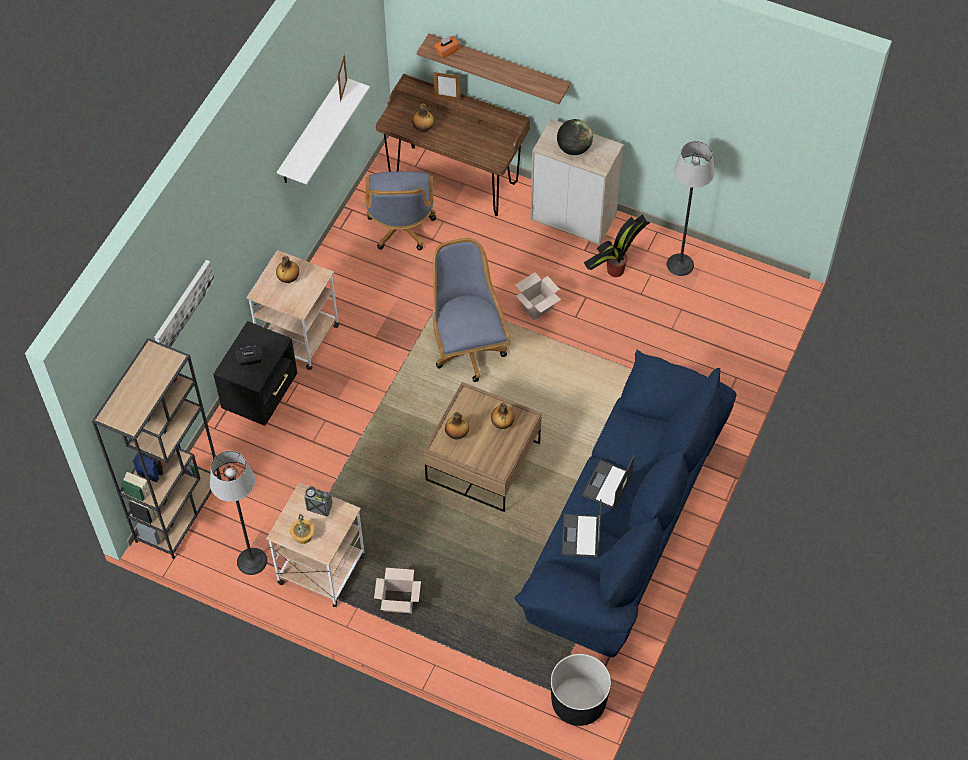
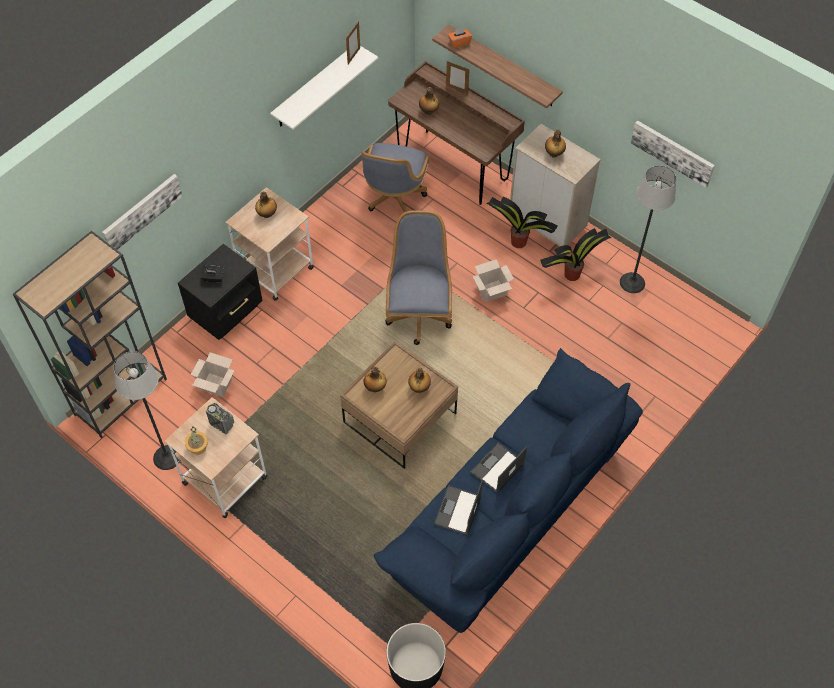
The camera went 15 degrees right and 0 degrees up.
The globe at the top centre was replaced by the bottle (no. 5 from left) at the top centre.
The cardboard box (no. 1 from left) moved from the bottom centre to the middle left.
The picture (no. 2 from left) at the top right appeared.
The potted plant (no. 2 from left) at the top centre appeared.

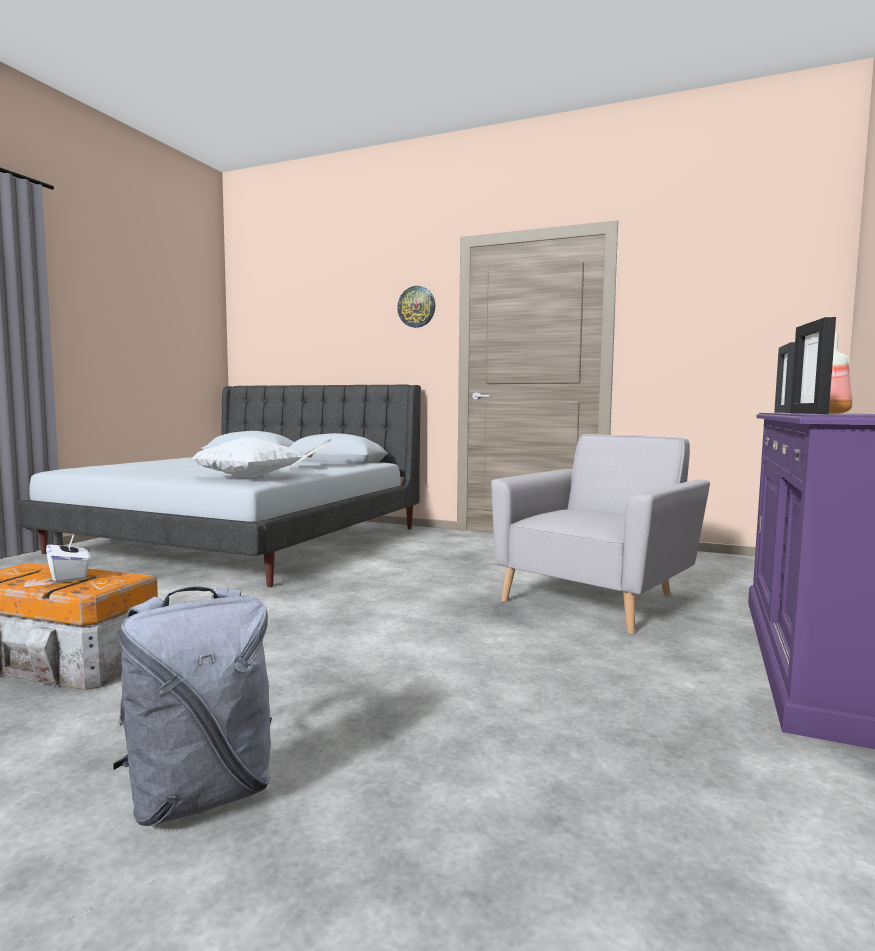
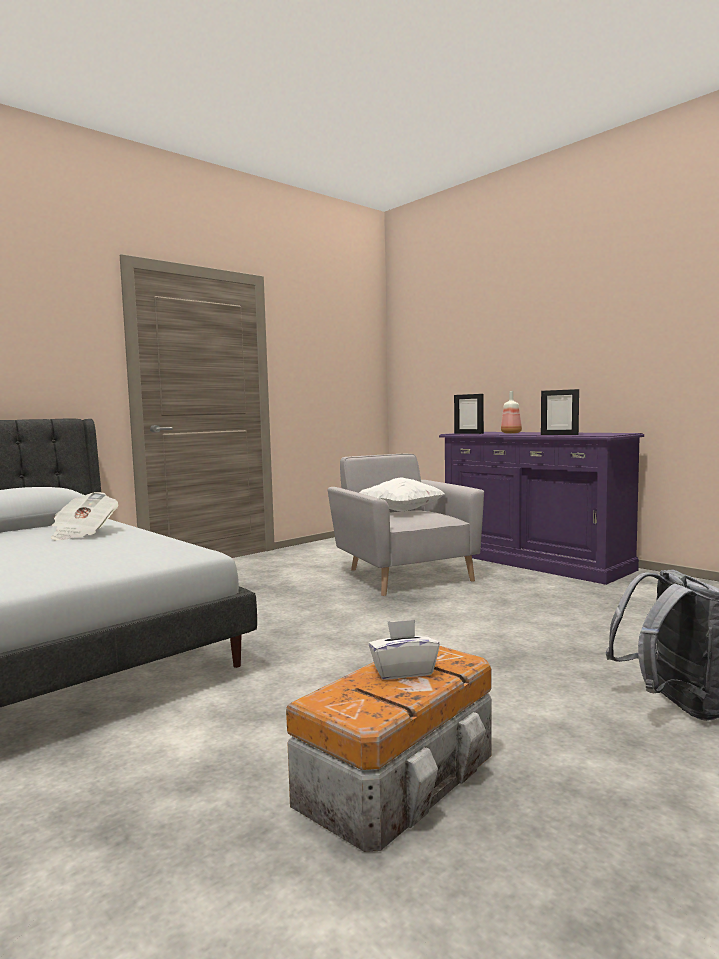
The camera went 65 degrees left and 0 degrees up.
The wall clock at the top centre disappeared.
The white pillow moved from the middle left to the centre.

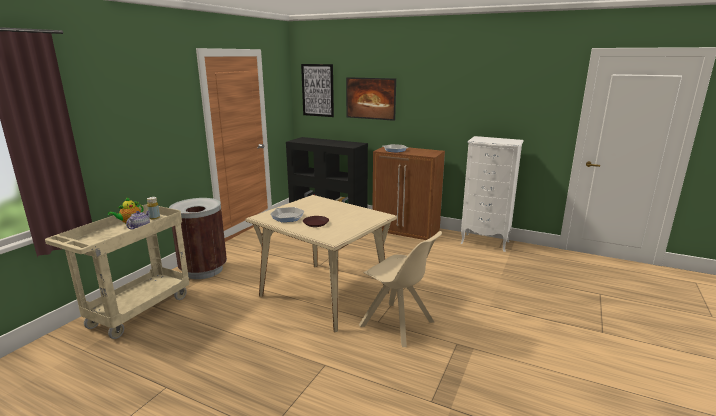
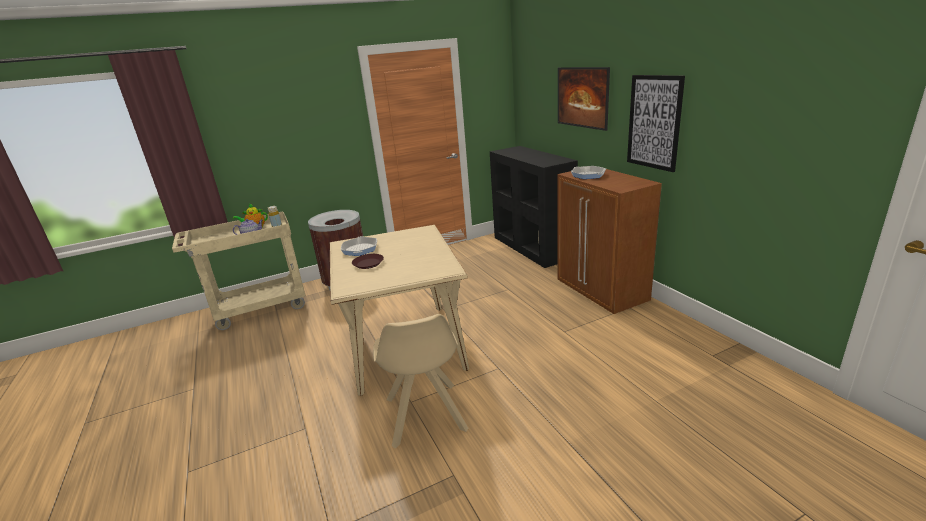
The camera went 40 degrees right and 5 degrees up.
The picture (no. 1 from left in the first image) moved from the top centre to the top right.
The white dresser at the middle right disappeared.

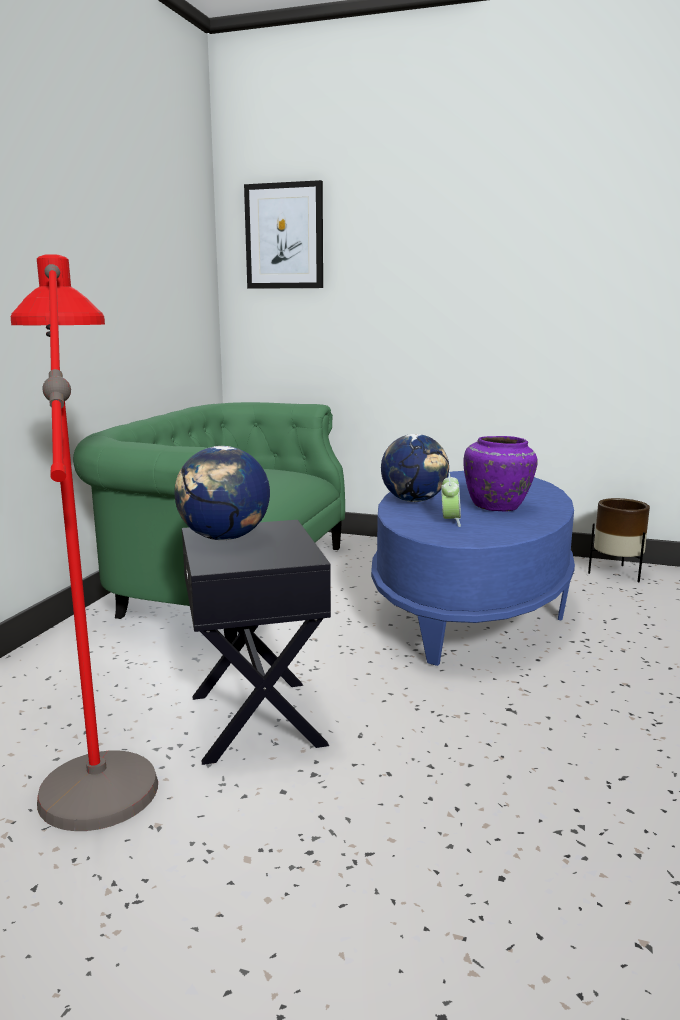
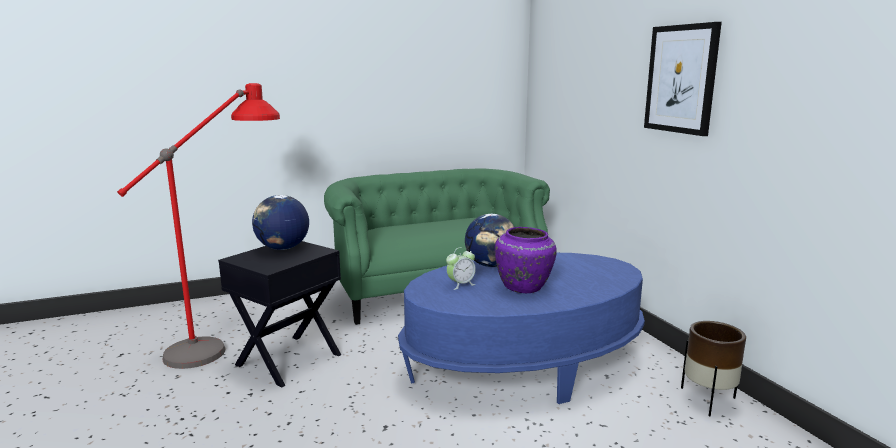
The camera went 50 degrees right and 0 degrees up.
The picture moved from the top centre to the top right.

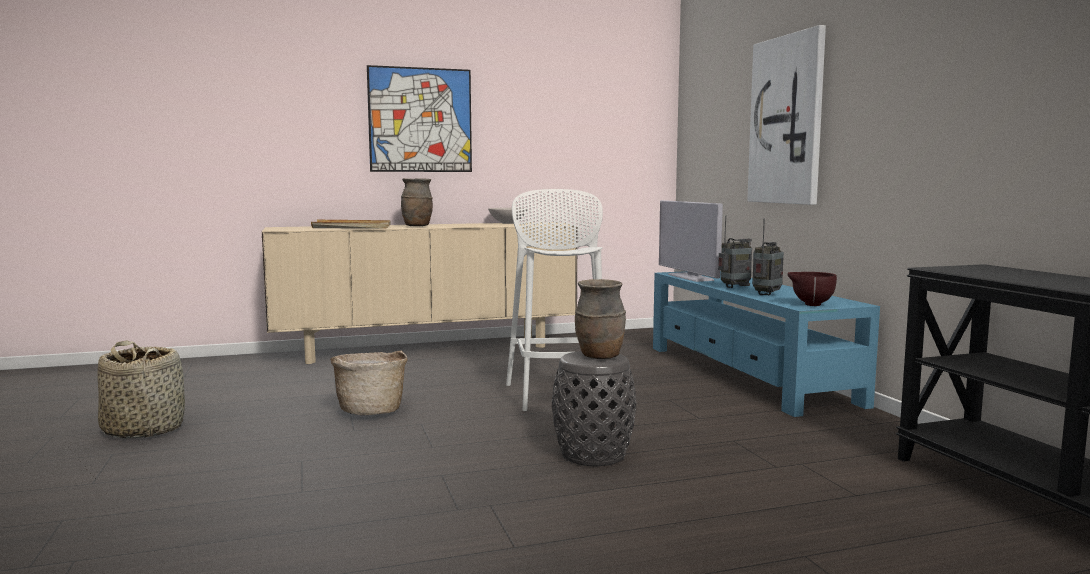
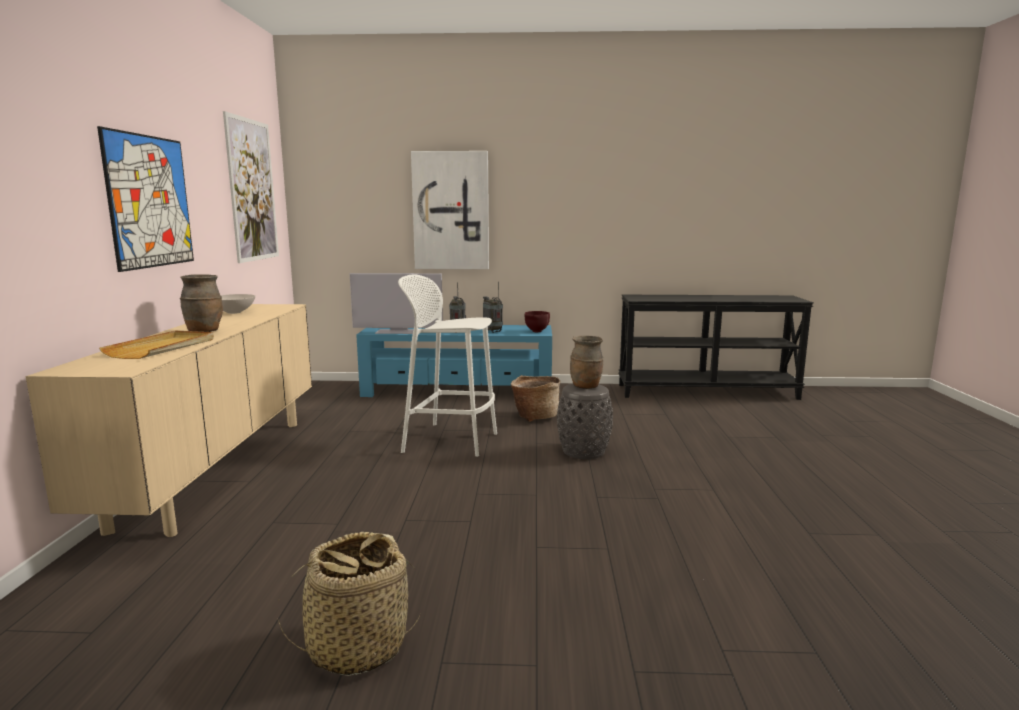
The camera went 70 degrees left and 5 degrees up.
The basket (no. 2 from left) moved from the bottom centre to the centre.
The picture (no. 2 from left) at the top left appeared.

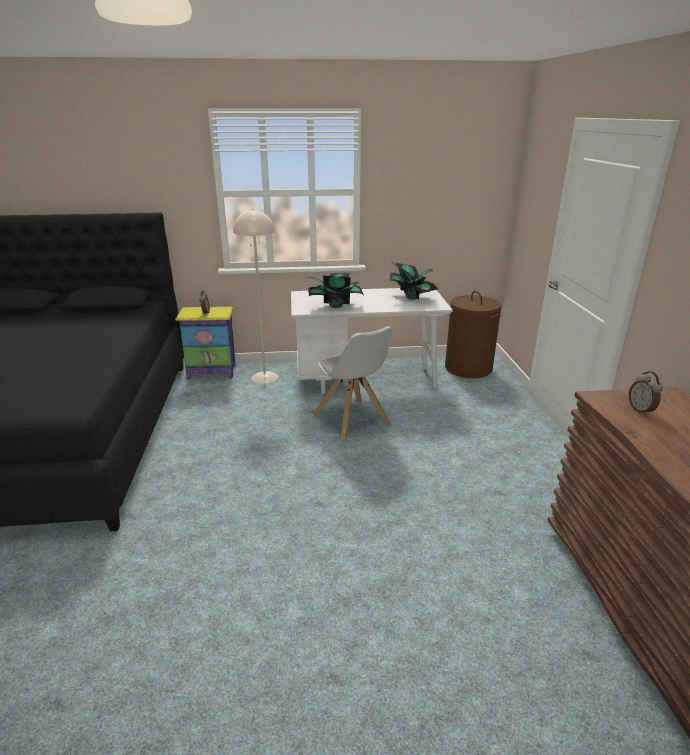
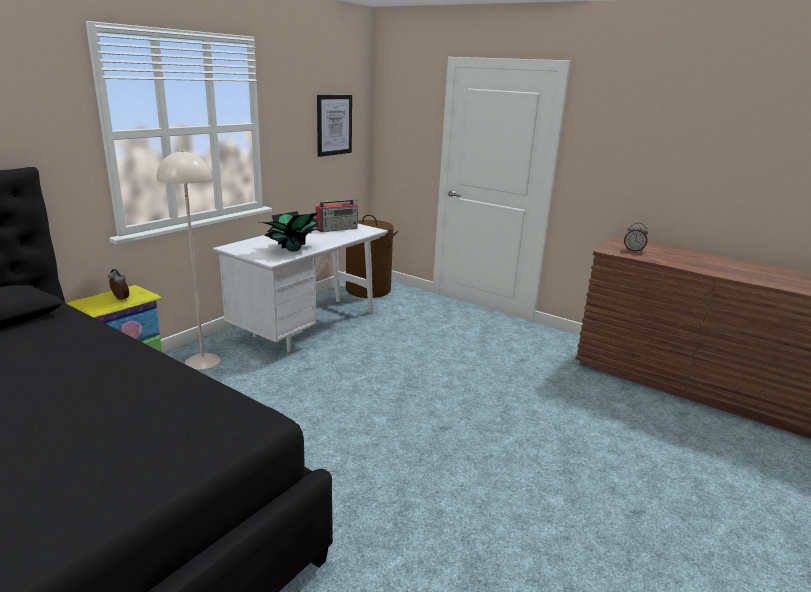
The camera went 50 degrees left and 5 degrees down.
The potted plant (no. 2 from left) at the centre was replaced by the radio at the centre.
The chair at the centre disappeared.
The picture at the top centre appeared.

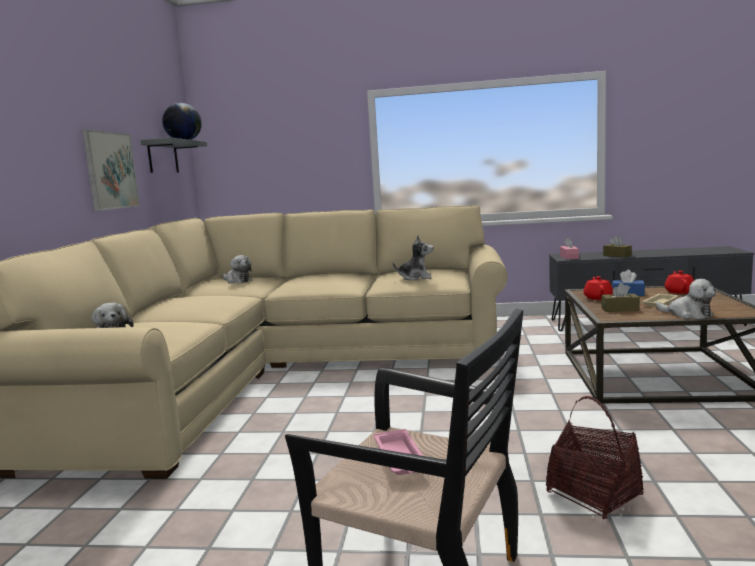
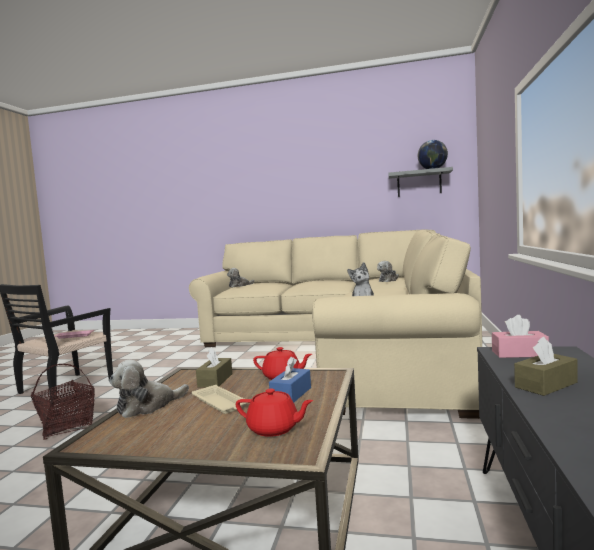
The camera went 95 degrees right and 5 degrees down.
The picture at the top left disappeared.

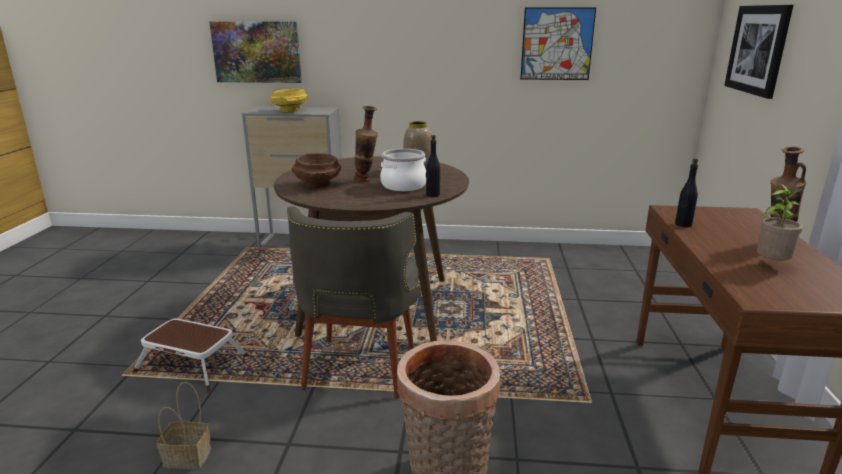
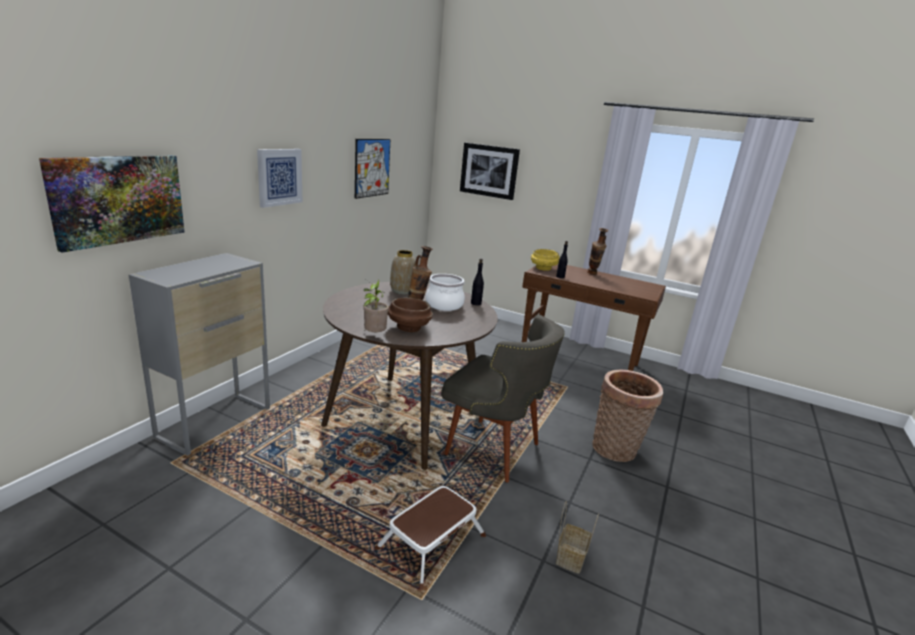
The camera went 70 degrees left and 0 degrees up.
The yellow bowl moved from the top centre to the centre.
The potted plant moved from the middle right to the centre.
The picture (no. 2 from left) at the top left appeared.

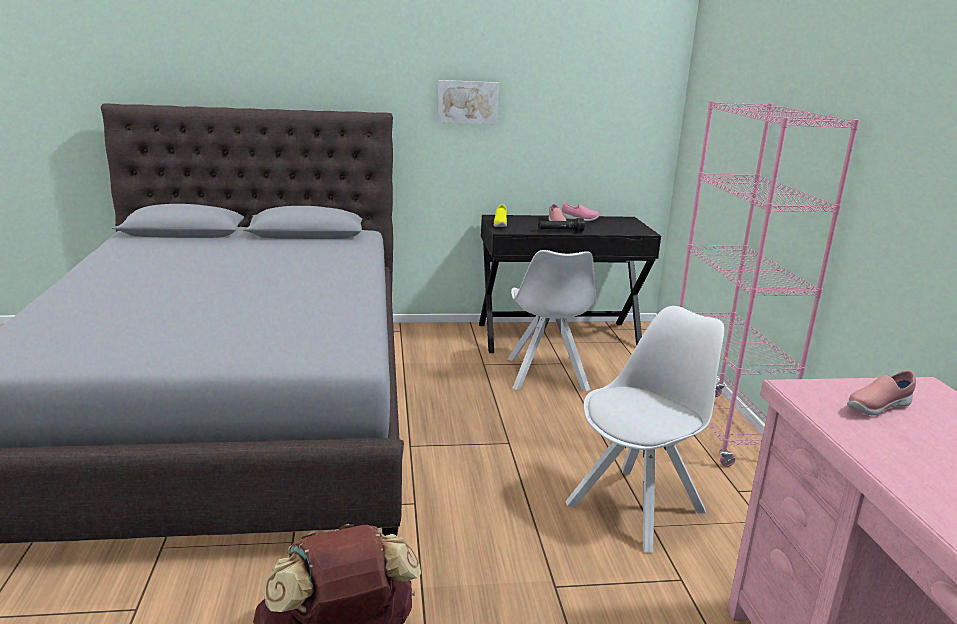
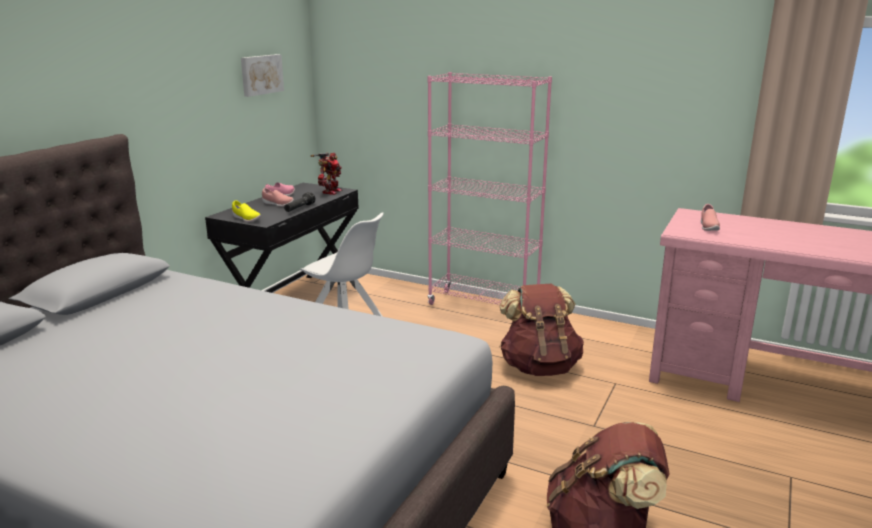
The camera went 55 degrees left and 0 degrees up.
The picture moved from the top centre to the top left.
The white chair (no. 2 from left) at the bottom right was replaced by the brown backpack (no. 1 from left) at the centre.
The toy robot at the top centre appeared.

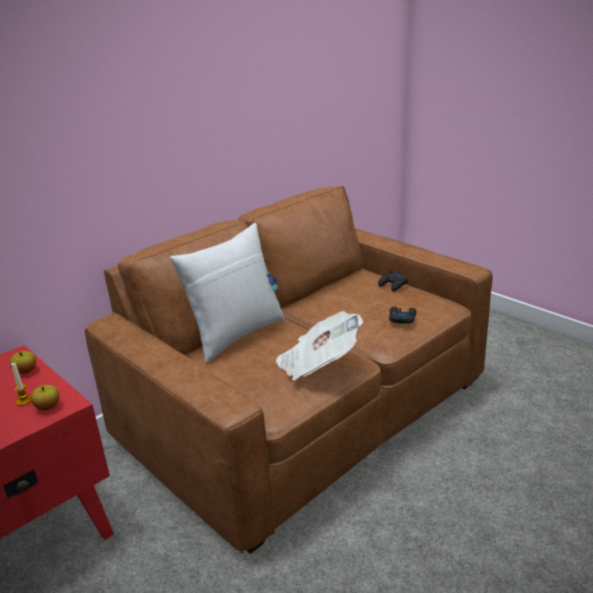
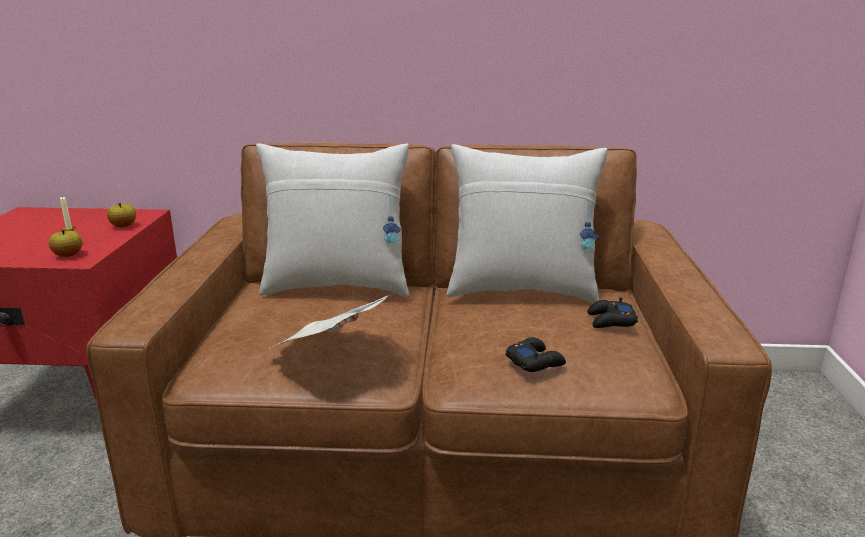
The camera went 45 degrees right and 5 degrees down.
The grey pillow (no. 2 from left) at the centre appeared.

